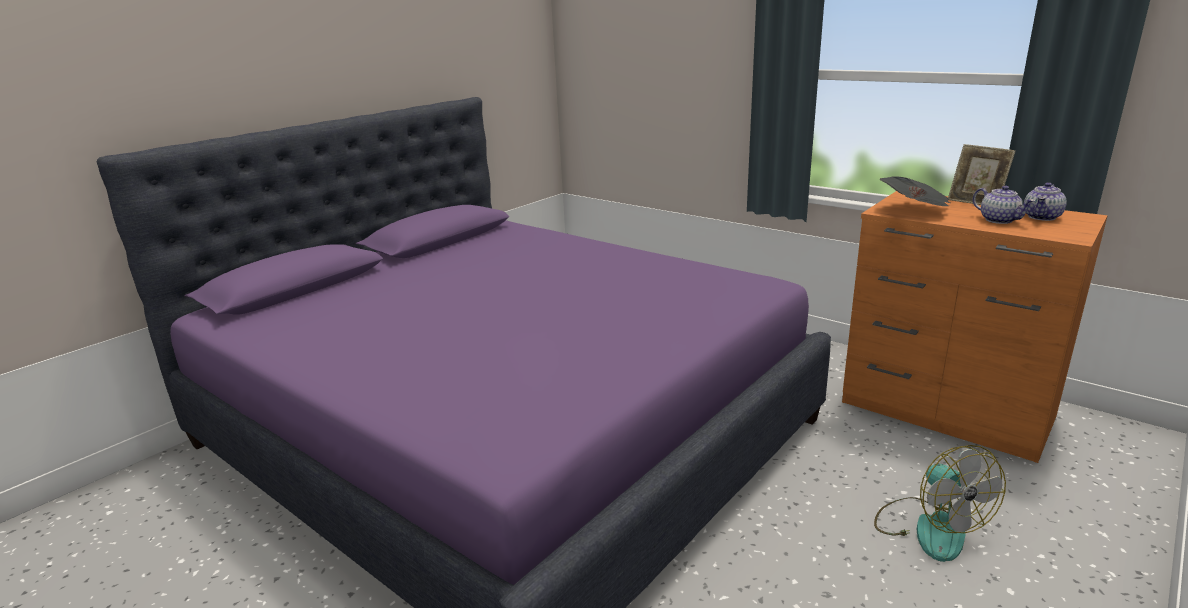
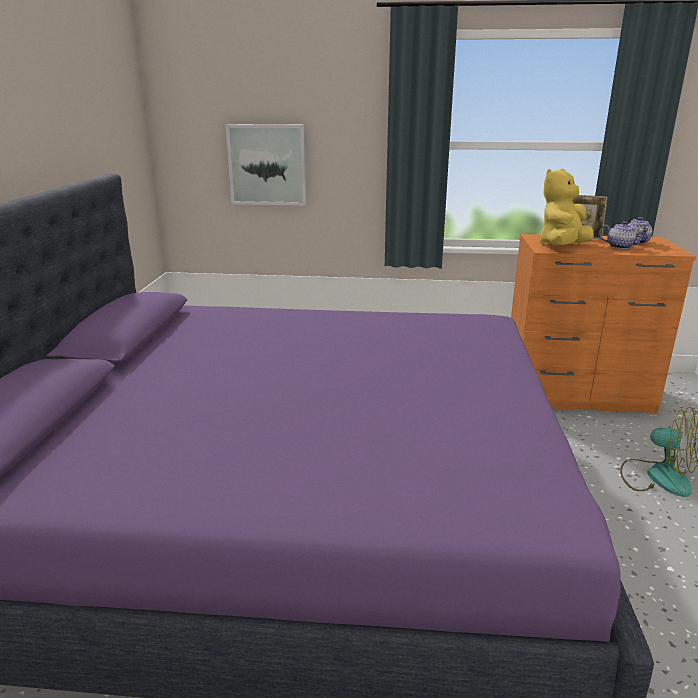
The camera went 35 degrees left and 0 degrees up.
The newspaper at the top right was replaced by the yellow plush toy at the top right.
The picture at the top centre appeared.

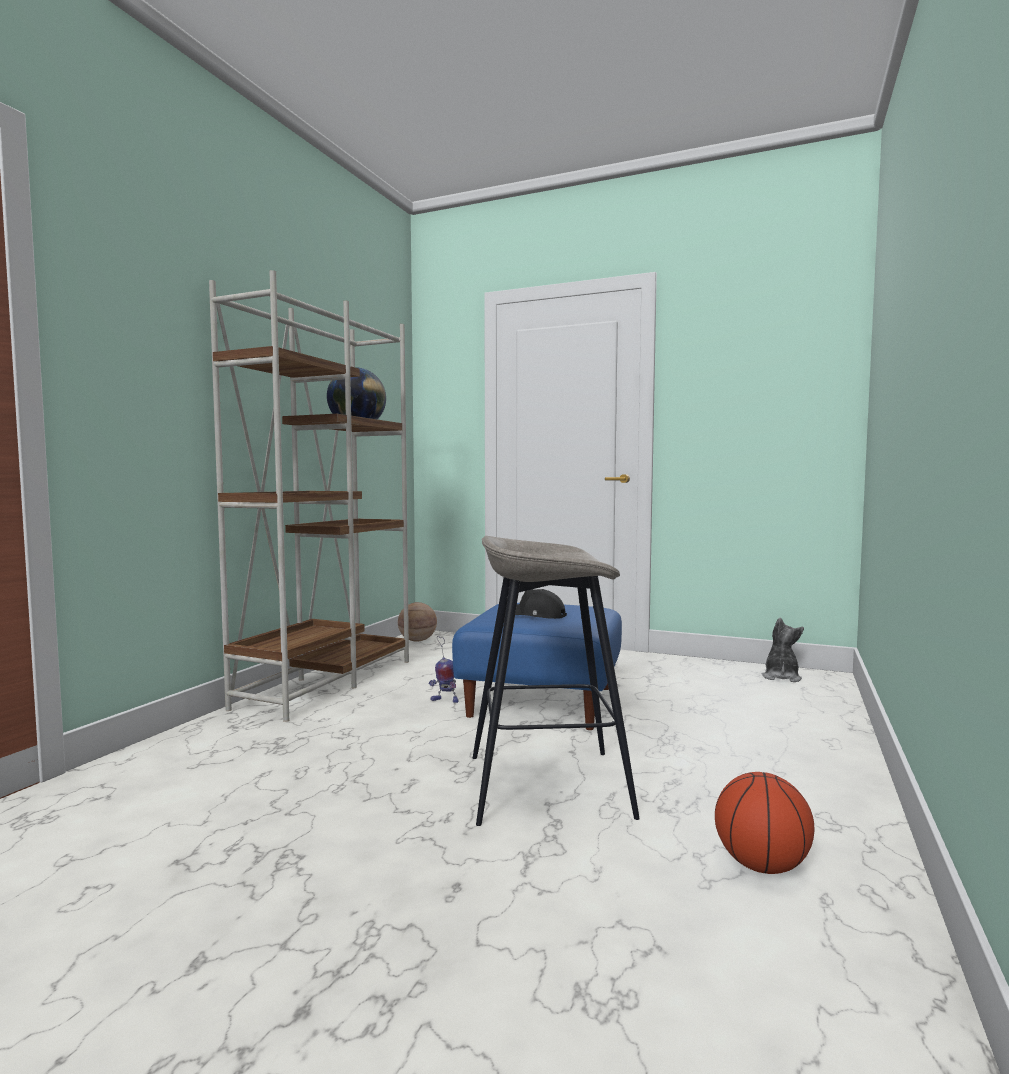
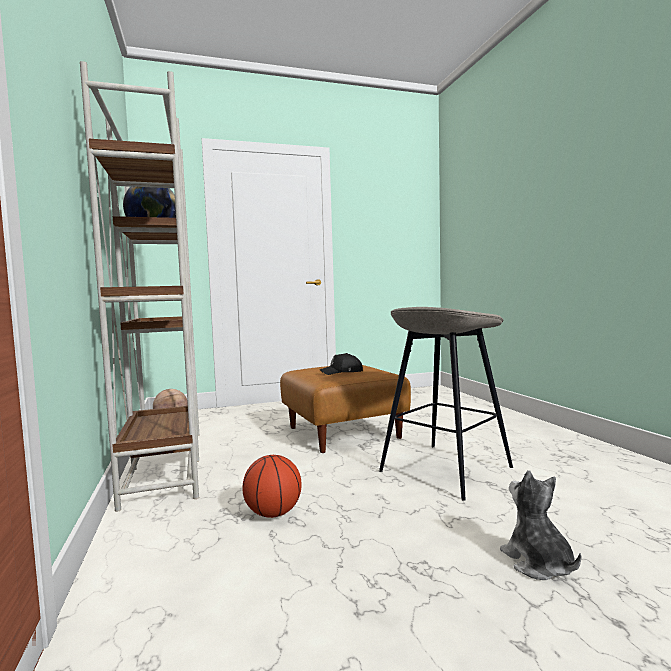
The camera went 40 degrees left and 0 degrees up.
The blue ottoman at the centre became the brown ottoman at the centre.
The plush toy moved from the middle right to the bottom right.
The toy robot at the centre disappeared.
The basketball (no. 2 from left) moved from the bottom right to the bottom centre.

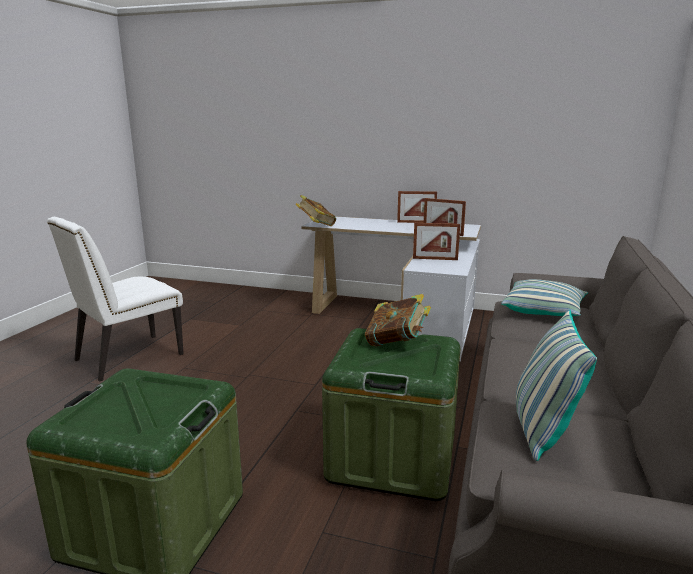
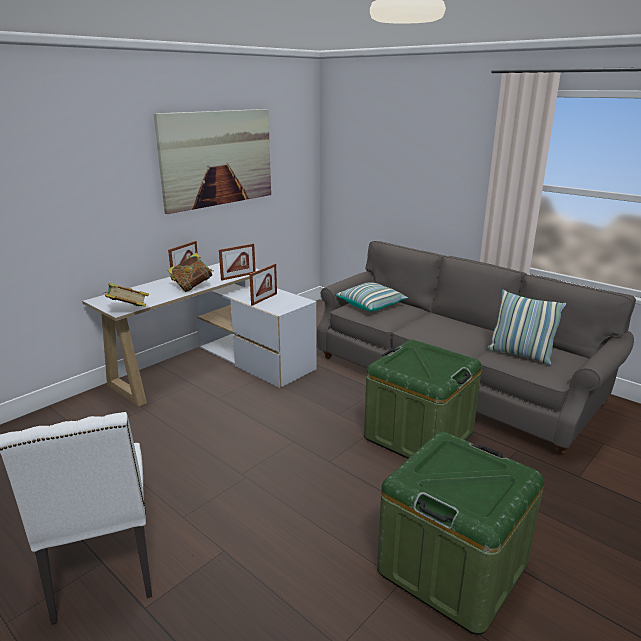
The camera went 65 degrees left and 5 degrees up.
The book (no. 2 from left) moved from the centre to the middle left.
The picture at the top left appeared.

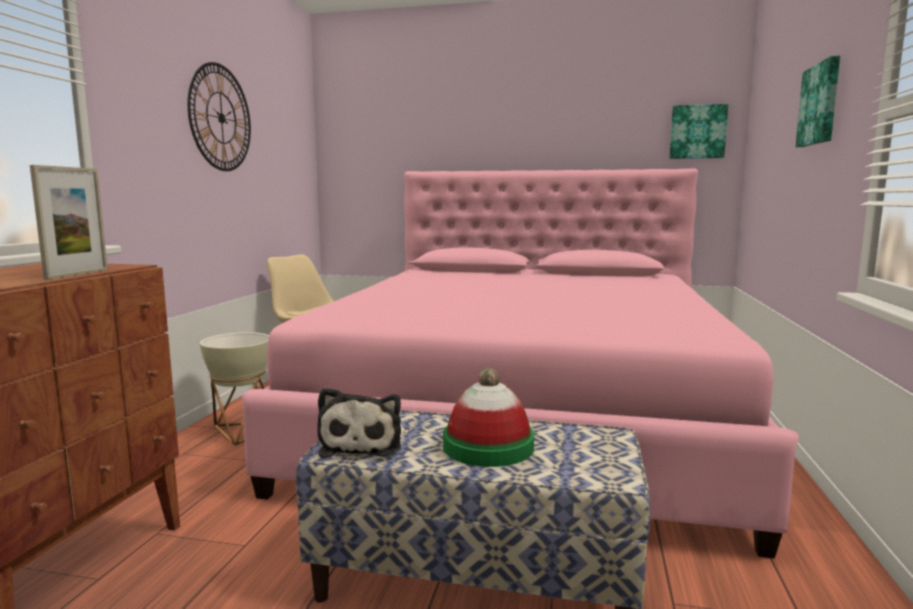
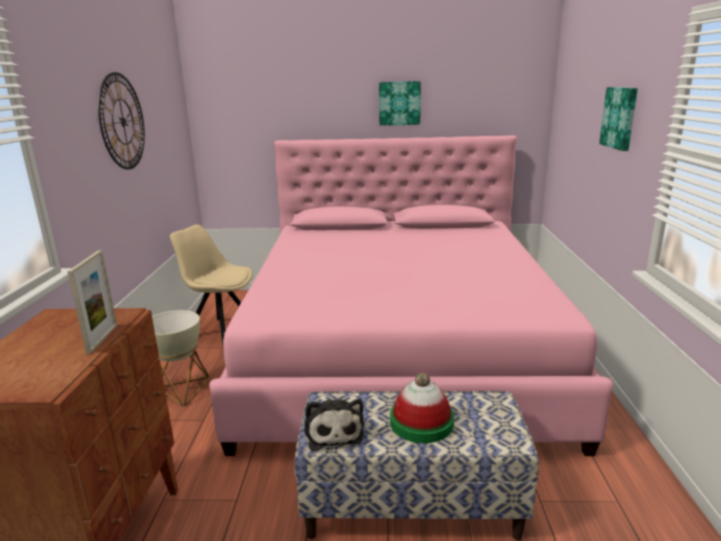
The camera went 10 degrees left and 10 degrees up.
The picture (no. 1 from left) moved from the top right to the top centre.

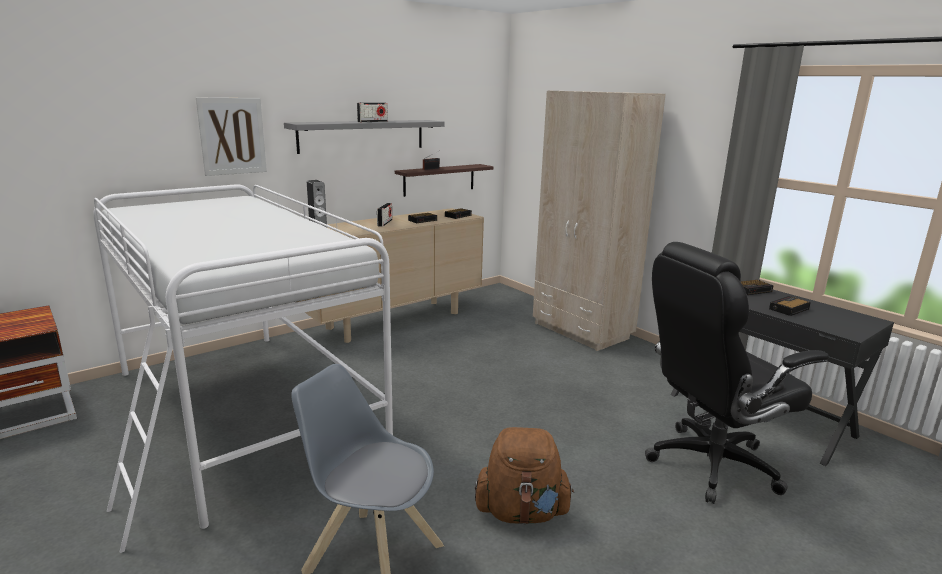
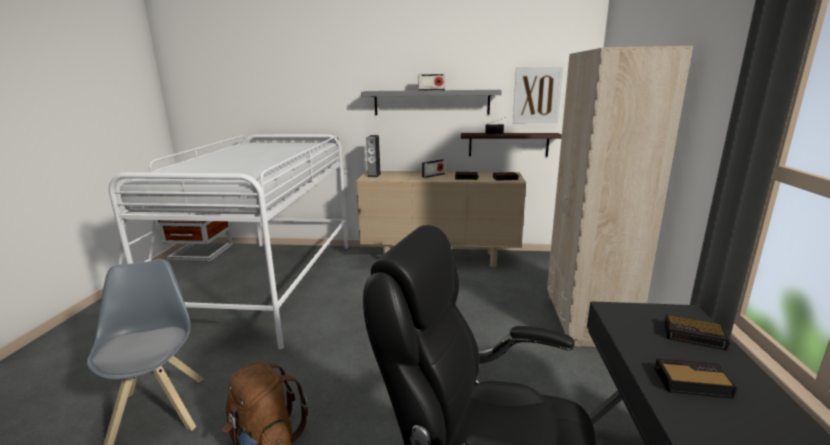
The camera went 45 degrees right and 0 degrees up.
The picture moved from the top left to the top centre.

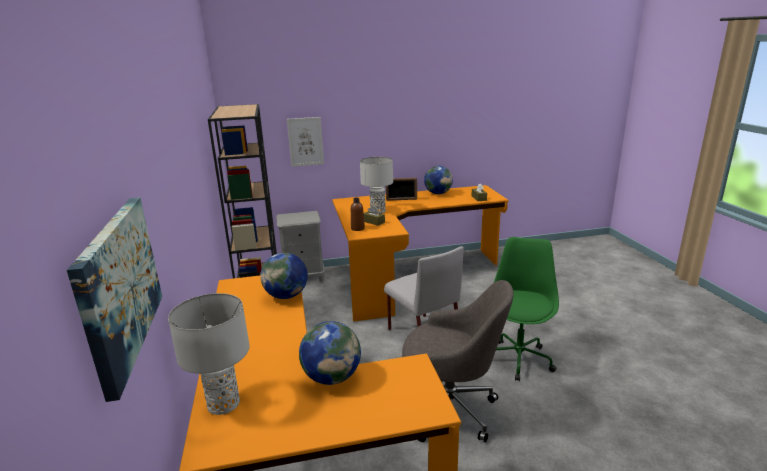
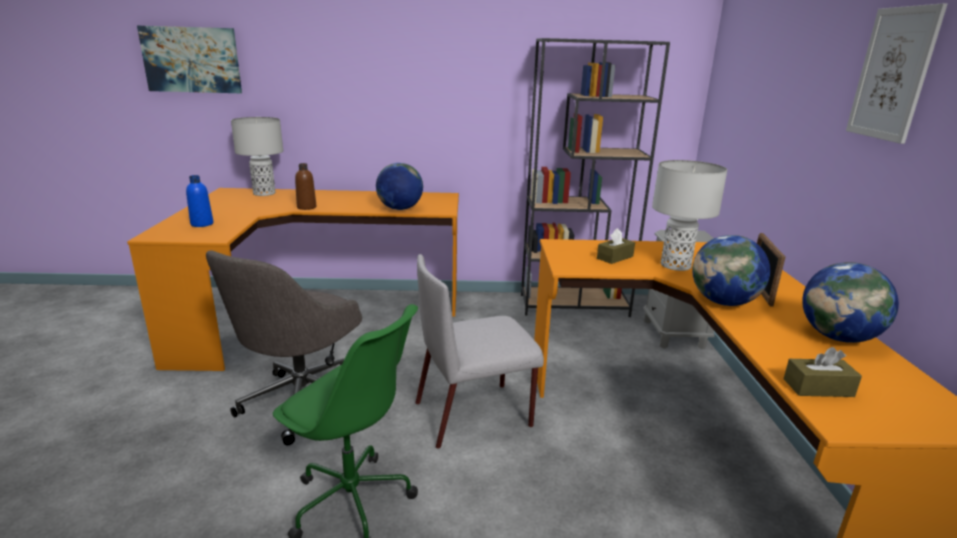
The camera went 100 degrees right and 0 degrees up.
The picture (no. 2 from left) moved from the top centre to the top right.
The brown bottle moved from the centre to the middle left.
The globe (no. 2 from left) moved from the bottom centre to the middle right.
The blue bottle at the middle left appeared.

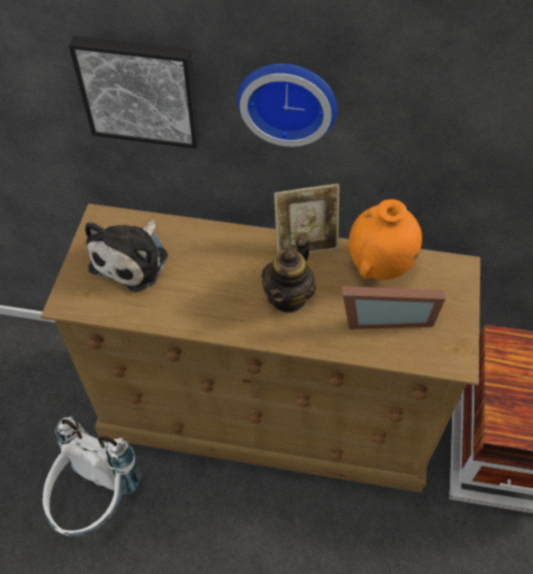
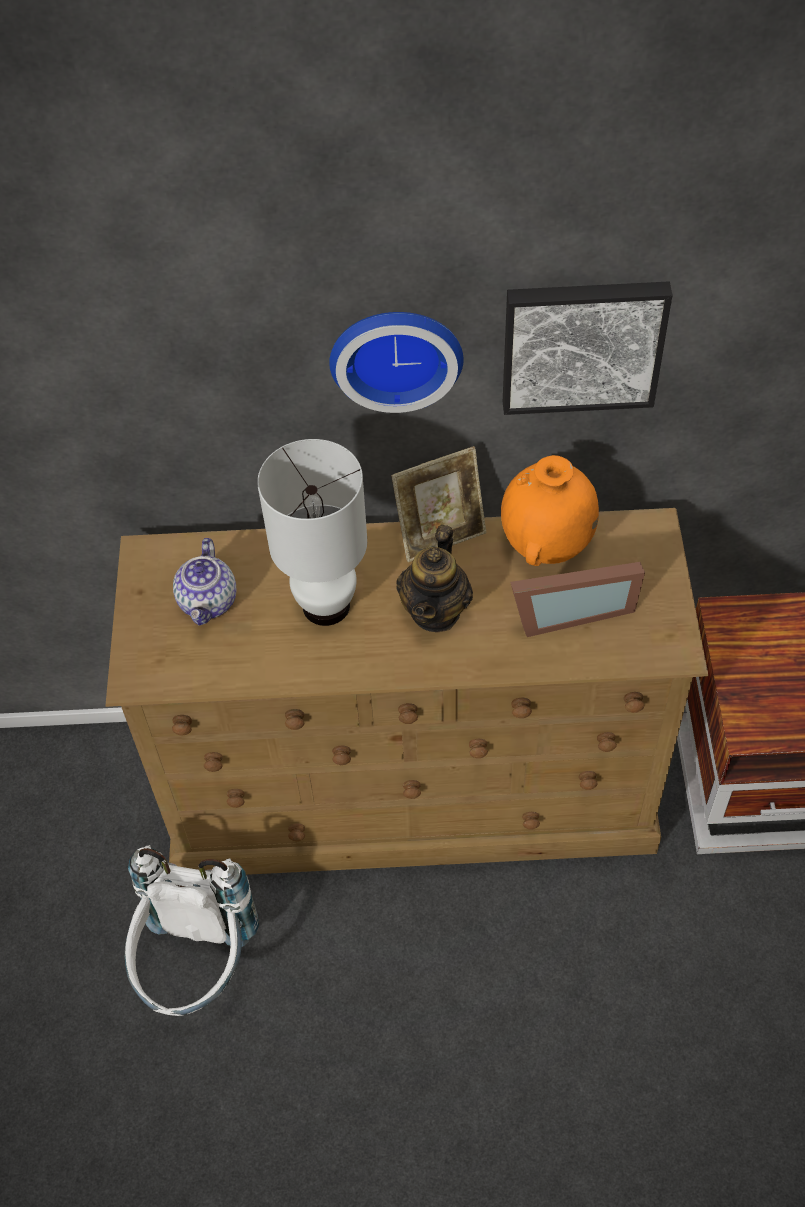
The camera went 10 degrees left and 0 degrees up.
The picture moved from the top left to the top right.
The plush toy at the middle left was replaced by the teapot (no. 1 from left) at the middle left.
The white table lamp at the centre appeared.

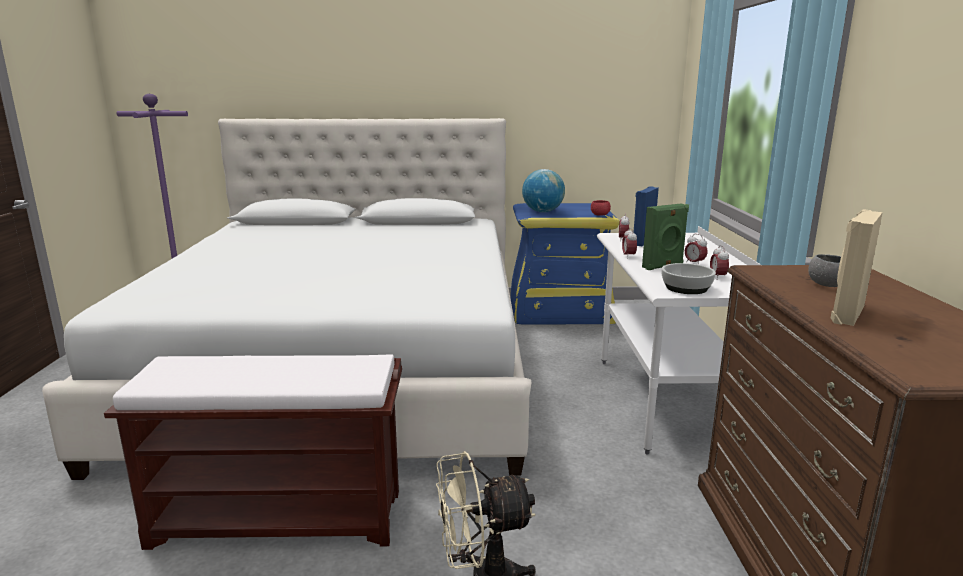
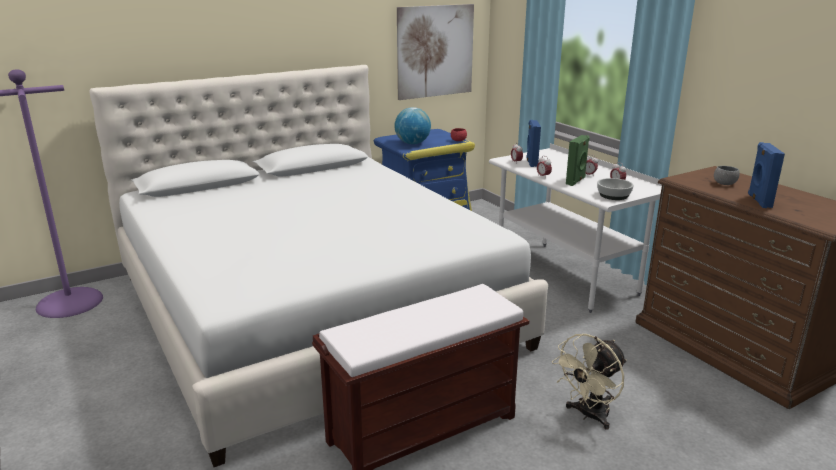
The camera went 30 degrees left and 5 degrees up.
The beige speaker at the middle right became the blue speaker (no. 2 from left) at the middle right.
The picture at the top centre appeared.

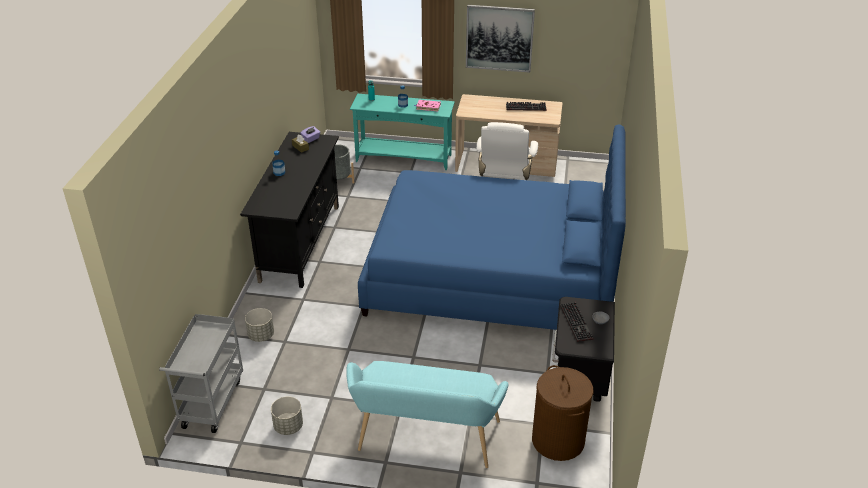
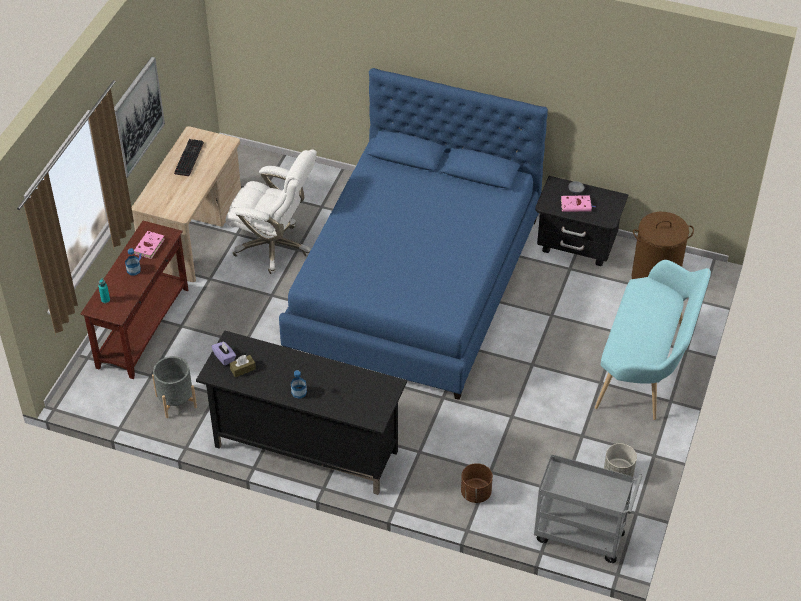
The camera went 80 degrees left and 10 degrees up.
The turquoise console table at the top centre became the brown console table at the middle left.
The keyboard (no. 2 from left) at the centre was replaced by the pink book (no. 2 from left) at the middle right.
The grey planter (no. 1 from left) at the middle left became the brown planter at the bottom centre.

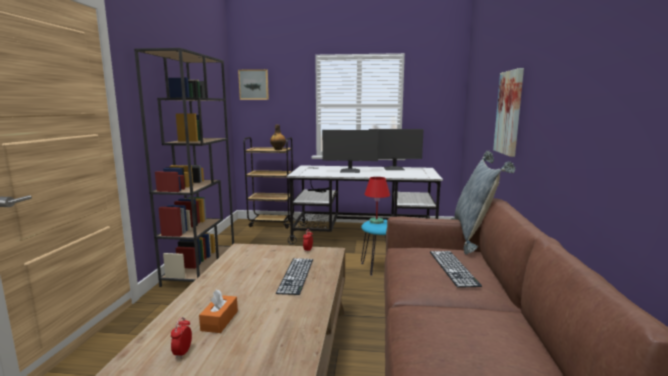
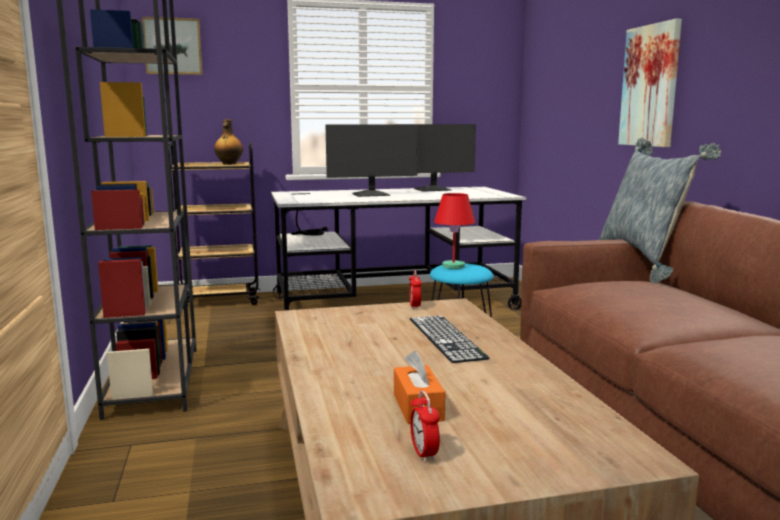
The camera went 20 degrees left and 0 degrees up.
The keyboard (no. 2 from left) at the bottom right disappeared.

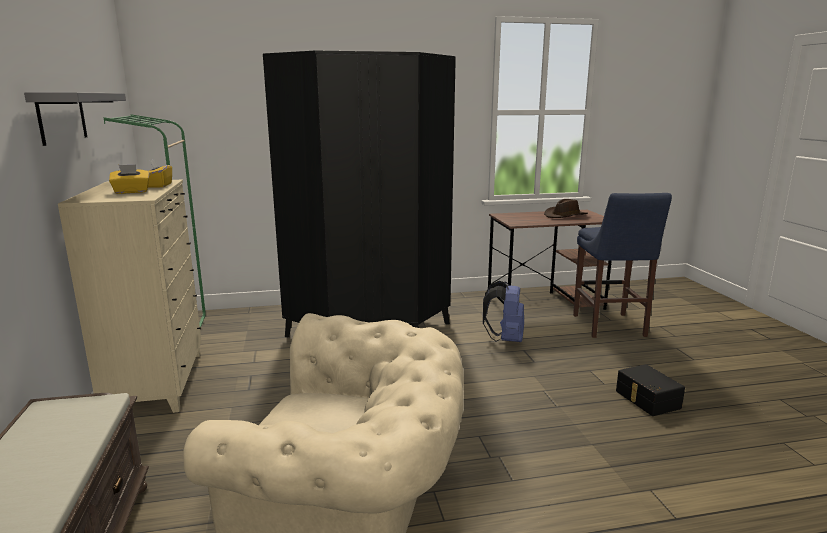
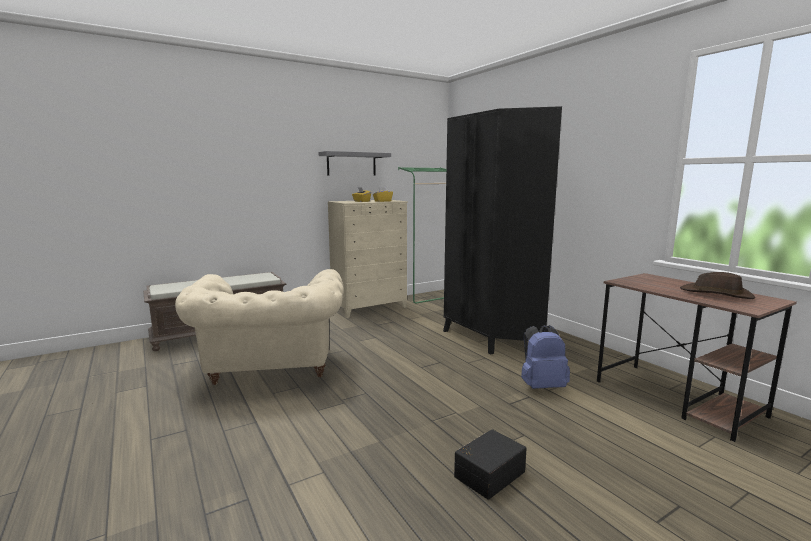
The camera went 70 degrees right and 5 degrees down.
The blue stool at the middle right disappeared.

